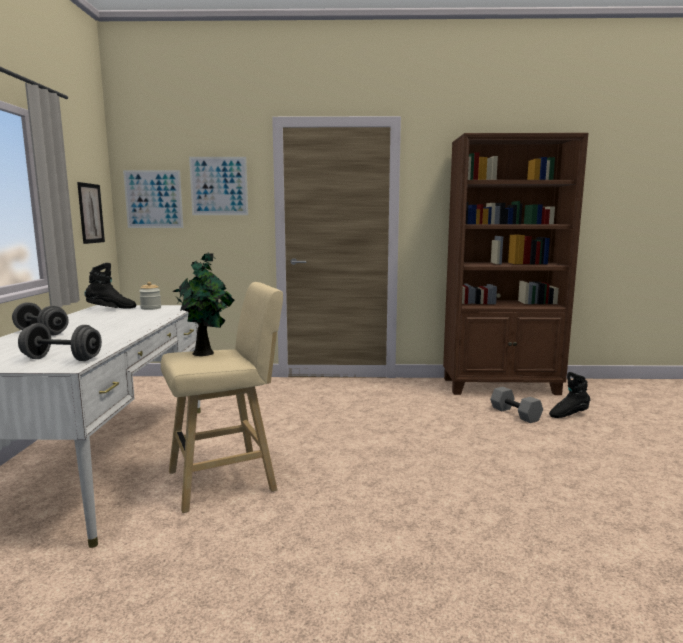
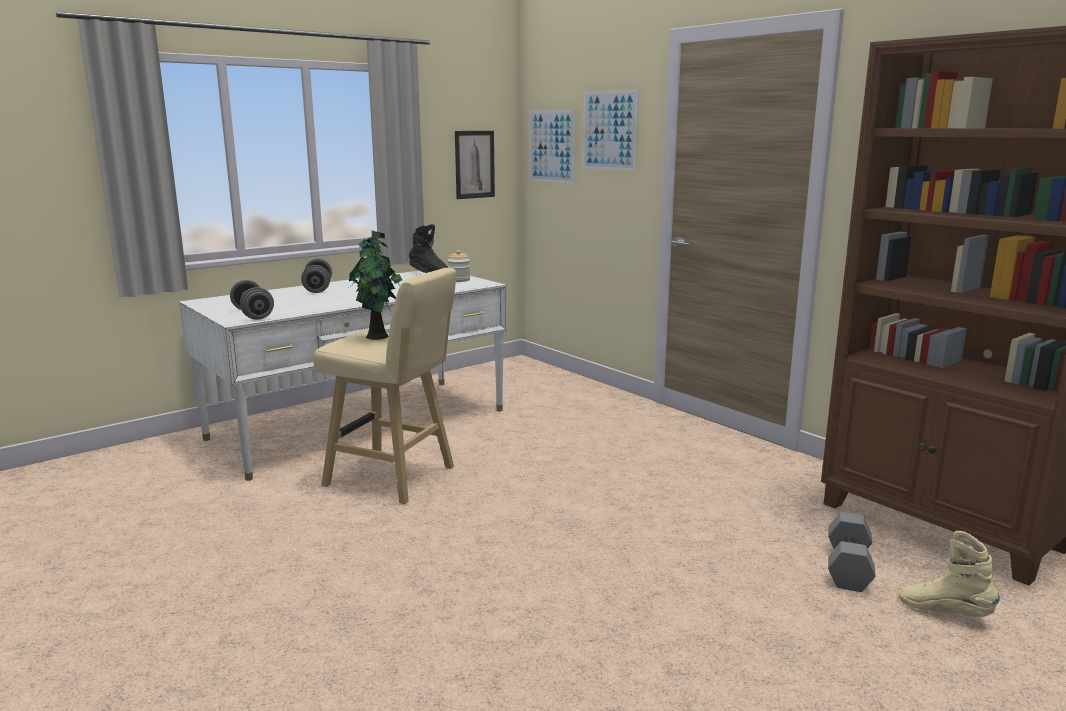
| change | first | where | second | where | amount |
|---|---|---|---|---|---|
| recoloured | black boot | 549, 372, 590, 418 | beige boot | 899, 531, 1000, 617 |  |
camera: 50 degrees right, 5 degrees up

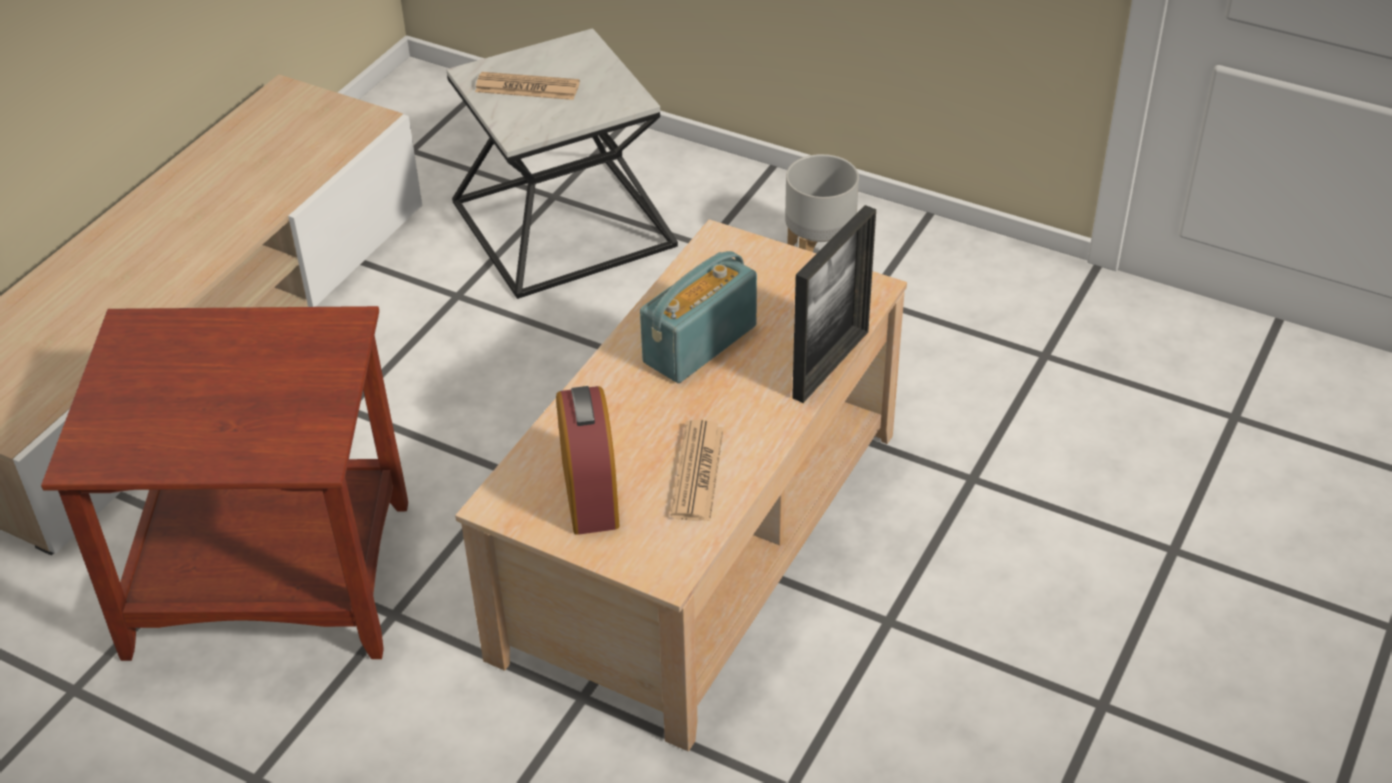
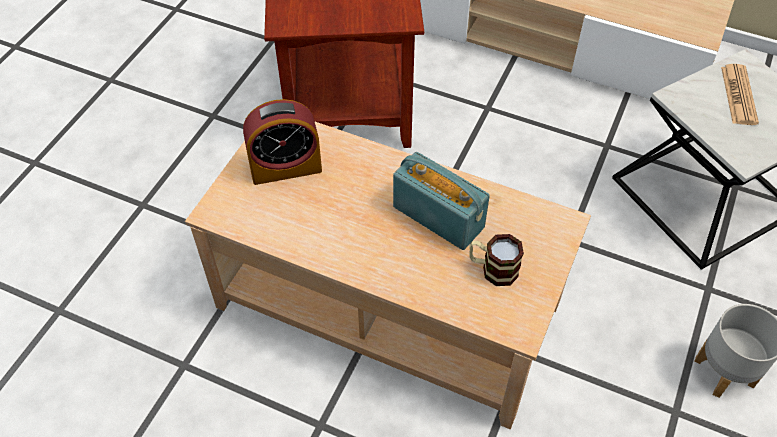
| change | first | where | second | where | amount |
|---|---|---|---|---|---|
| removed | newspaper | 670, 420, 724, 521 |  |  |  |
| removed | picture frame | 792, 205, 876, 403 |  |  |  |
| added |  |  | mug | 469, 234, 524, 286 |  |
camera: 85 degrees right, 10 degrees up

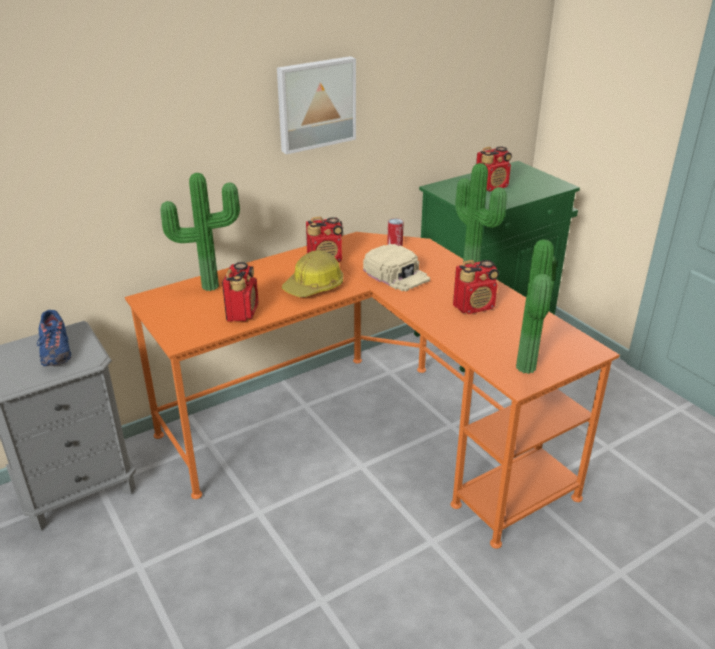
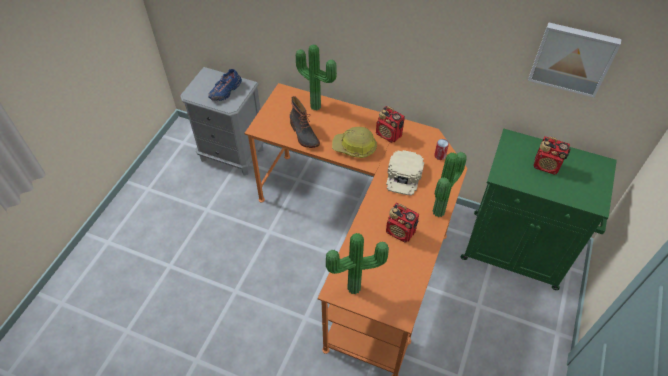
| change | first | where | second | where | amount |
|---|---|---|---|---|---|
| moved | picture | 277, 56, 356, 154 |  | 528, 22, 622, 98 |  |
| replaced | radio | 222, 262, 258, 322 | boot | 290, 96, 320, 148 |  |
camera: 55 degrees right, 20 degrees up

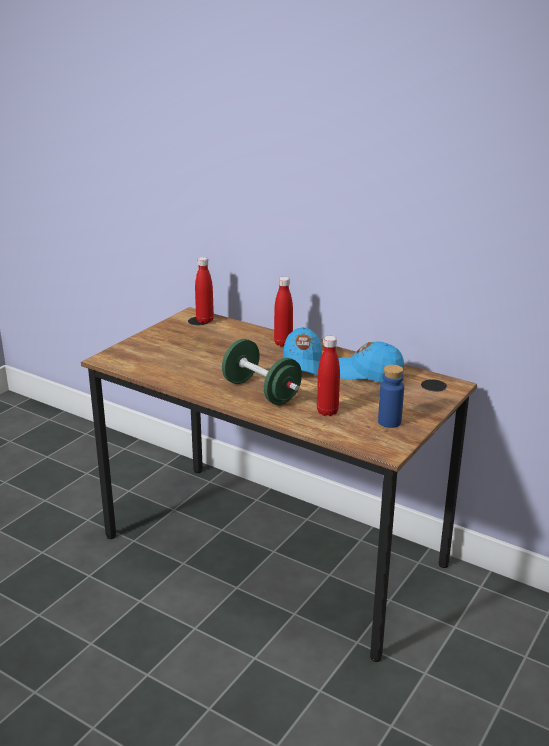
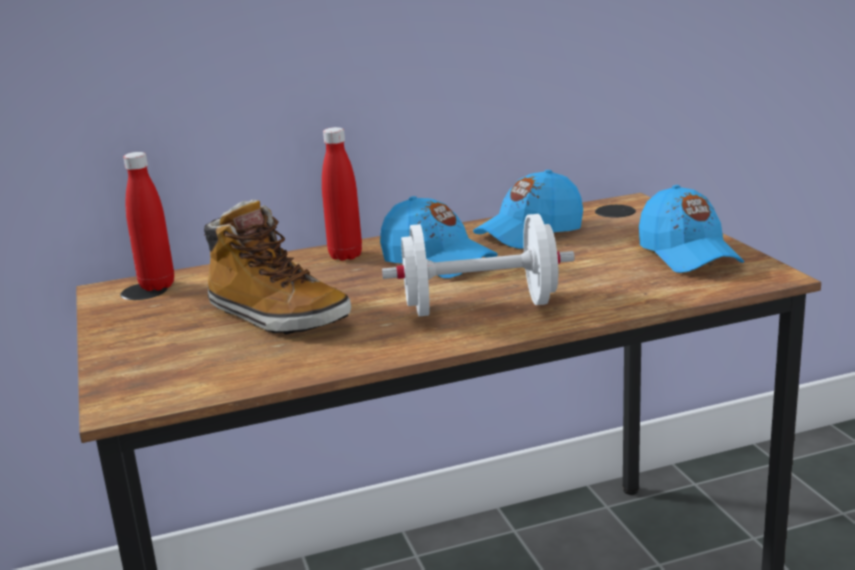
| change | first | where | second | where | amount |
|---|---|---|---|---|---|
| removed | red bottle | 317, 336, 340, 416 |  |  |  |
| added |  |  | boot | 204, 199, 351, 335 |  |
| replaced | blue bottle | 378, 365, 404, 428 | blue cap | 639, 185, 744, 273 |  |
| recoloured | green dumbbell | 222, 339, 302, 405 | white dumbbell | 382, 214, 575, 316 |  |
camera: 50 degrees left, 5 degrees down

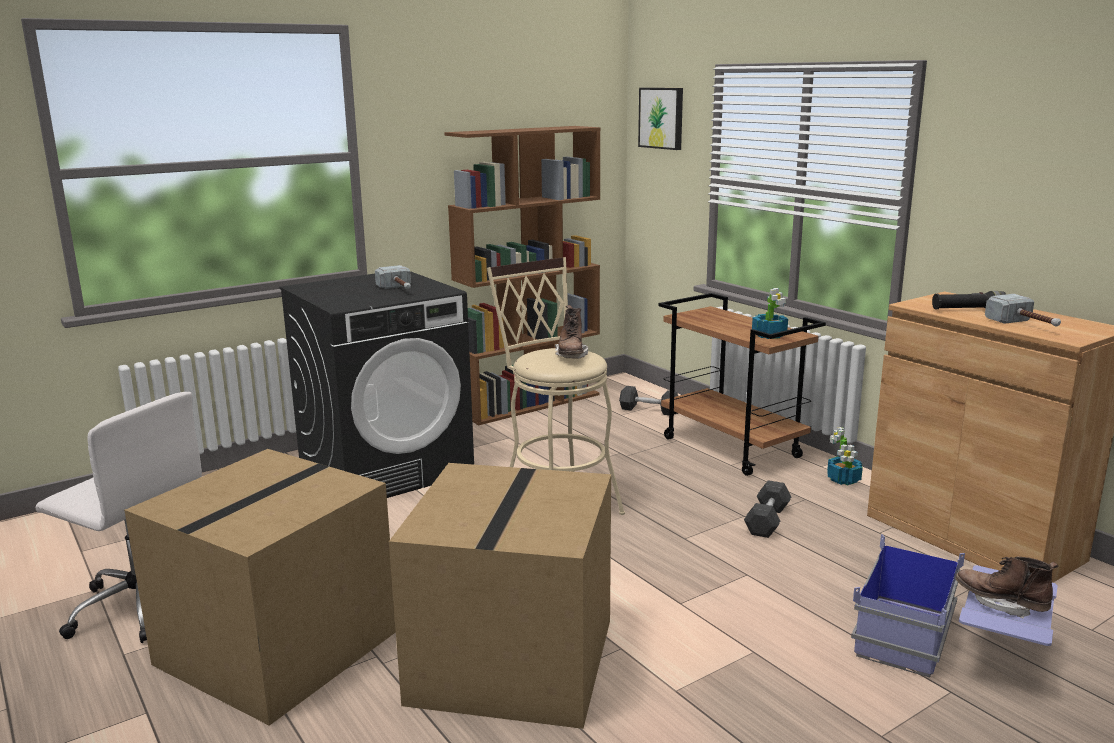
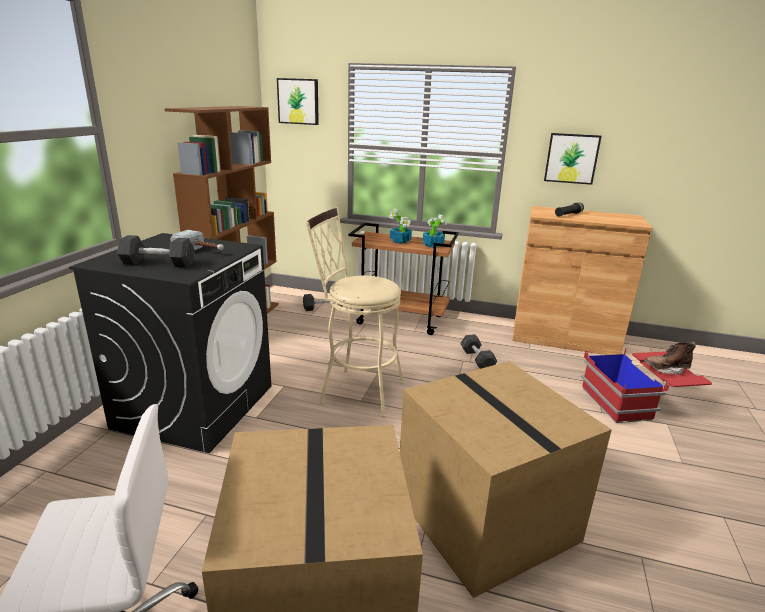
| change | first | where | second | where | amount |
|---|---|---|---|---|---|
| removed | brown boot | 555, 305, 588, 359 |  |  |  |
| removed | hammer | 985, 294, 1061, 327 |  |  |  |
| added |  |  | grey dumbbell | 117, 235, 195, 268 |  |
| added |  |  | picture | 544, 133, 602, 185 |  |
| moved | potted plant | 827, 427, 863, 485 |  | 389, 209, 412, 244 |  |
| recoloured | blue storage box | 851, 534, 1058, 678 | red storage box | 581, 348, 712, 423 |  |
camera: 40 degrees left, 5 degrees up

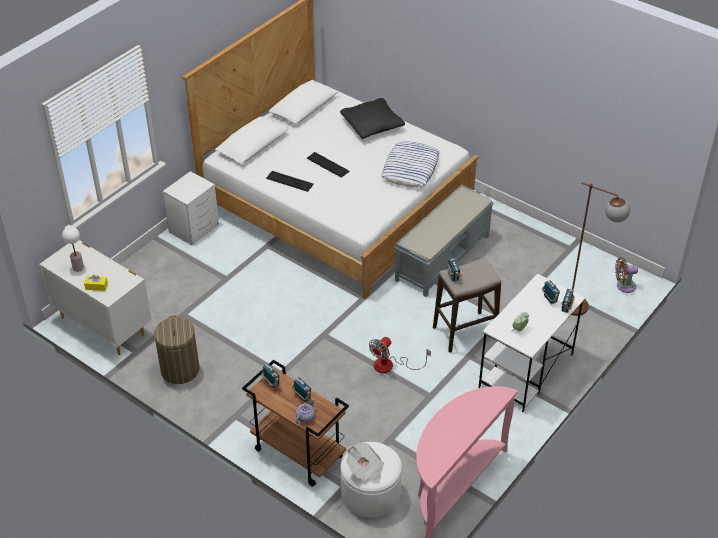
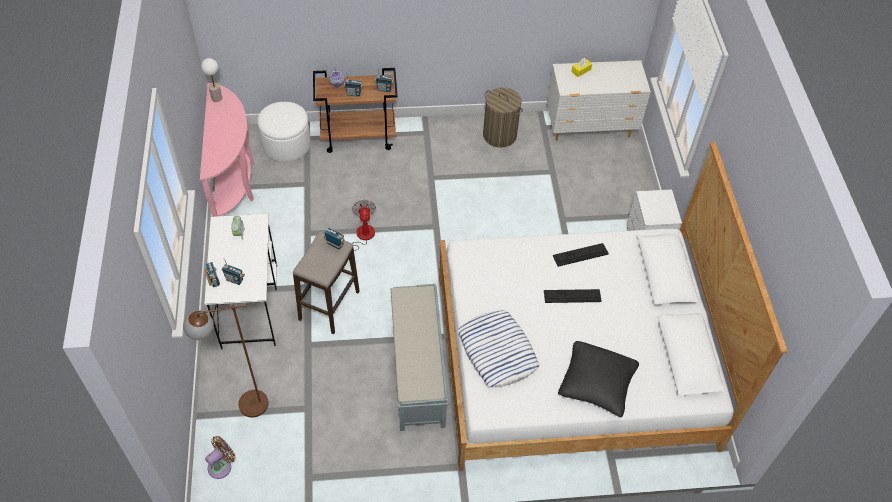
| change | first | where | second | where | amount |
|---|---|---|---|---|---|
| removed | newspaper | 346, 443, 384, 483 |  |  |  |
| moved | table lamp | 62, 226, 84, 272 |  | 201, 58, 222, 102 |  |
camera: 135 degrees right, 10 degrees up

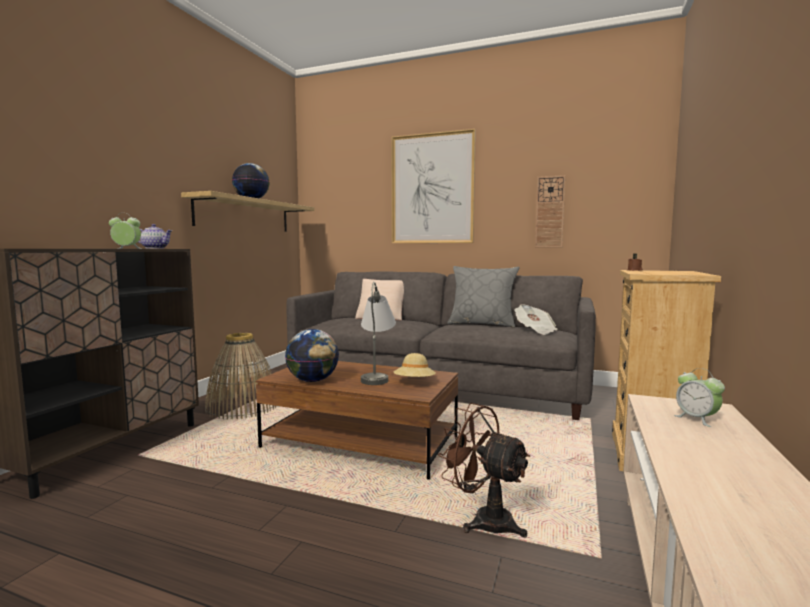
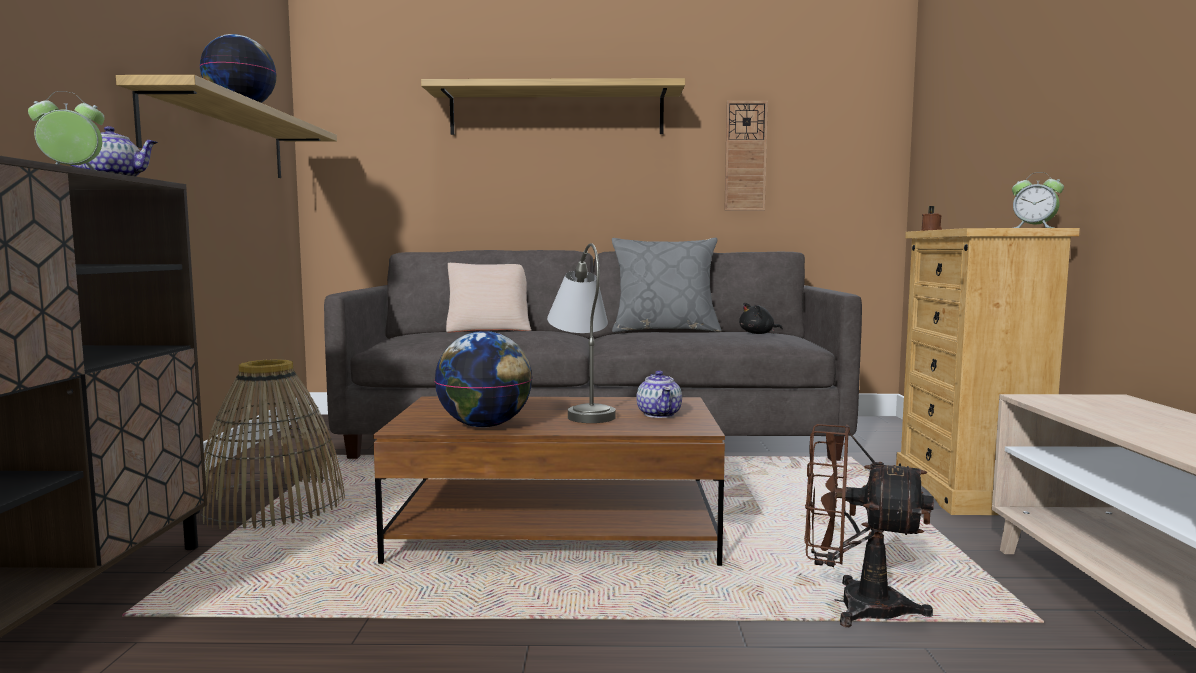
| change | first | where | second | where | amount |
|---|---|---|---|---|---|
| moved | alarm clock | 674, 368, 725, 427 |  | 1012, 172, 1064, 228 |  |
| replaced | picture | 392, 129, 476, 243 | shelf | 421, 78, 685, 135 |  |
| replaced | beige hat | 393, 353, 436, 377 | teapot | 637, 371, 682, 418 |  |
| replaced | newspaper | 514, 304, 558, 335 | black plush toy | 739, 303, 783, 334 |  |
camera: 20 degrees left, 0 degrees up

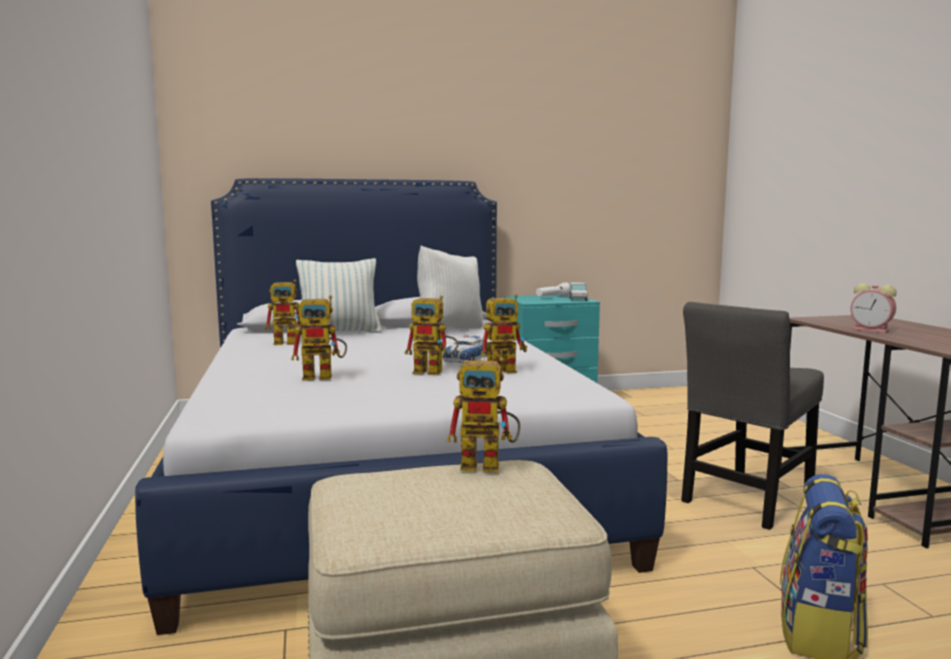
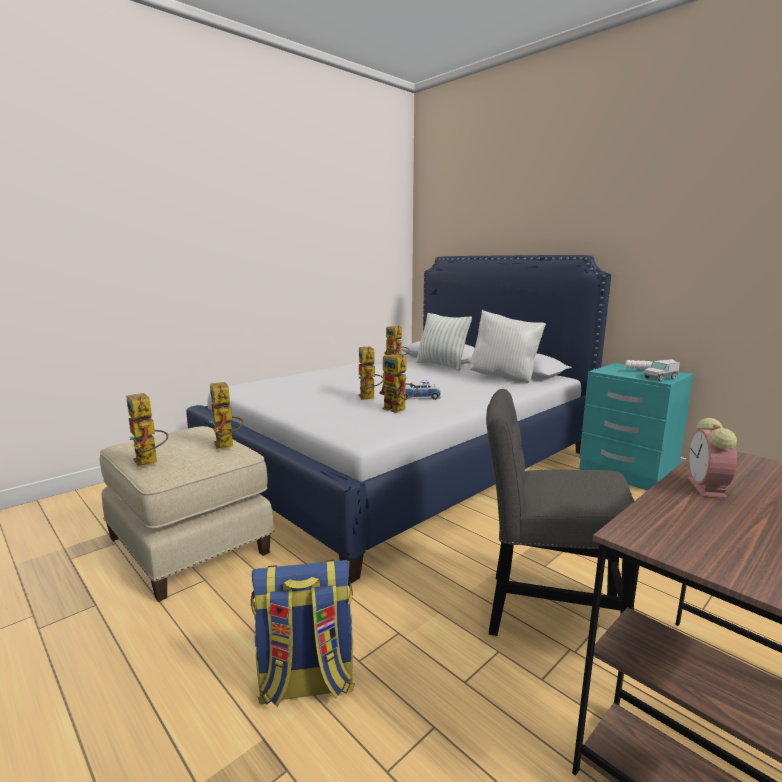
| change | first | where | second | where | amount |
|---|---|---|---|---|---|
| moved | toy robot | 291, 295, 347, 381 |  | 127, 393, 168, 467 |  |
camera: 60 degrees right, 5 degrees up

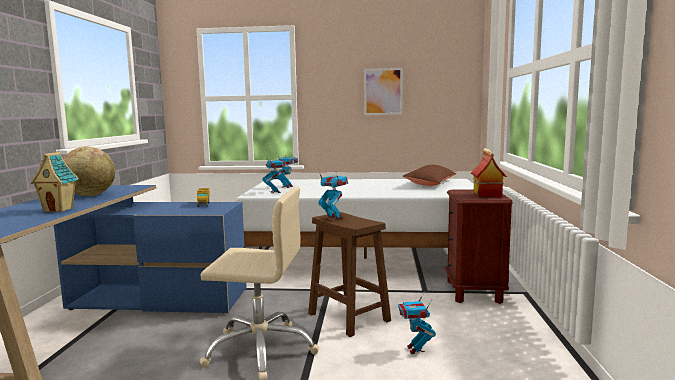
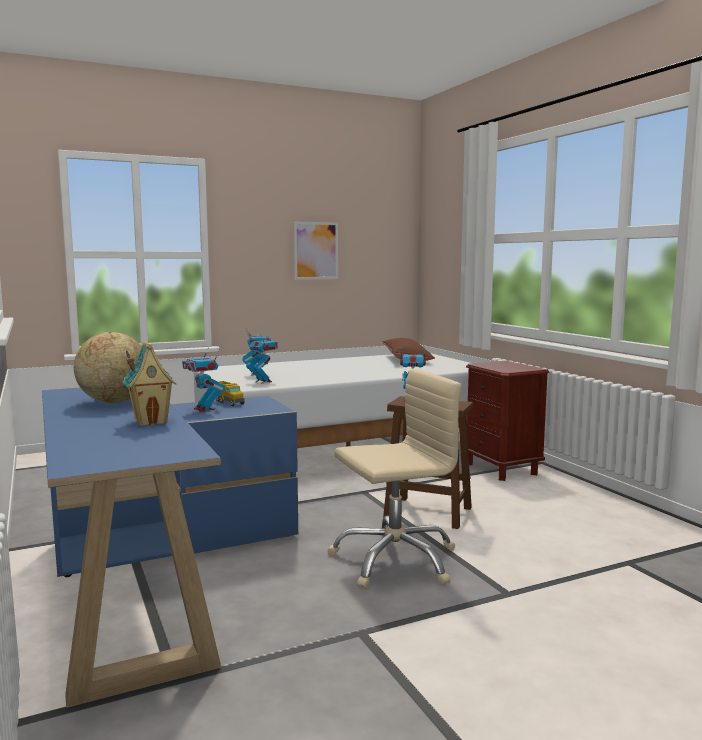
| change | first | where | second | where | amount |
|---|---|---|---|---|---|
| removed | toy house | 471, 148, 507, 197 |  |  |  |
| moved | toy robot | 398, 291, 436, 354 |  | 182, 347, 225, 412 |  |
camera: 30 degrees left, 0 degrees up

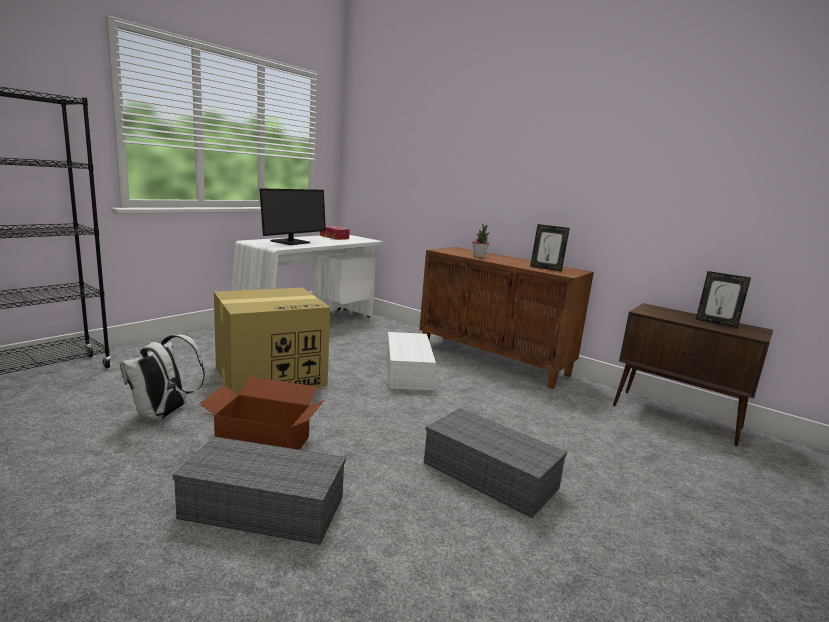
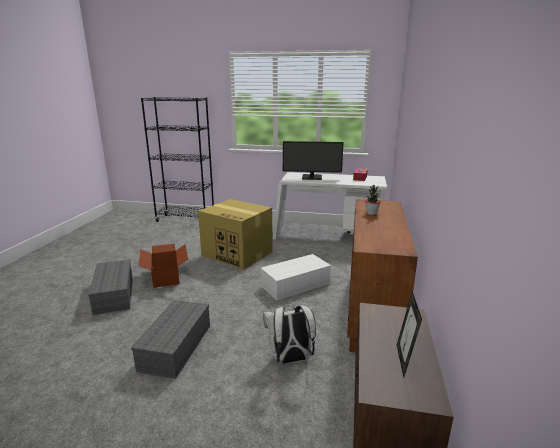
| change | first | where | second | where | amount |
|---|---|---|---|---|---|
| removed | picture frame | 530, 224, 570, 272 |  |  |  |
| moved | white backpack | 120, 335, 205, 420 |  | 263, 305, 316, 364 |  |
camera: 65 degrees right, 5 degrees up

